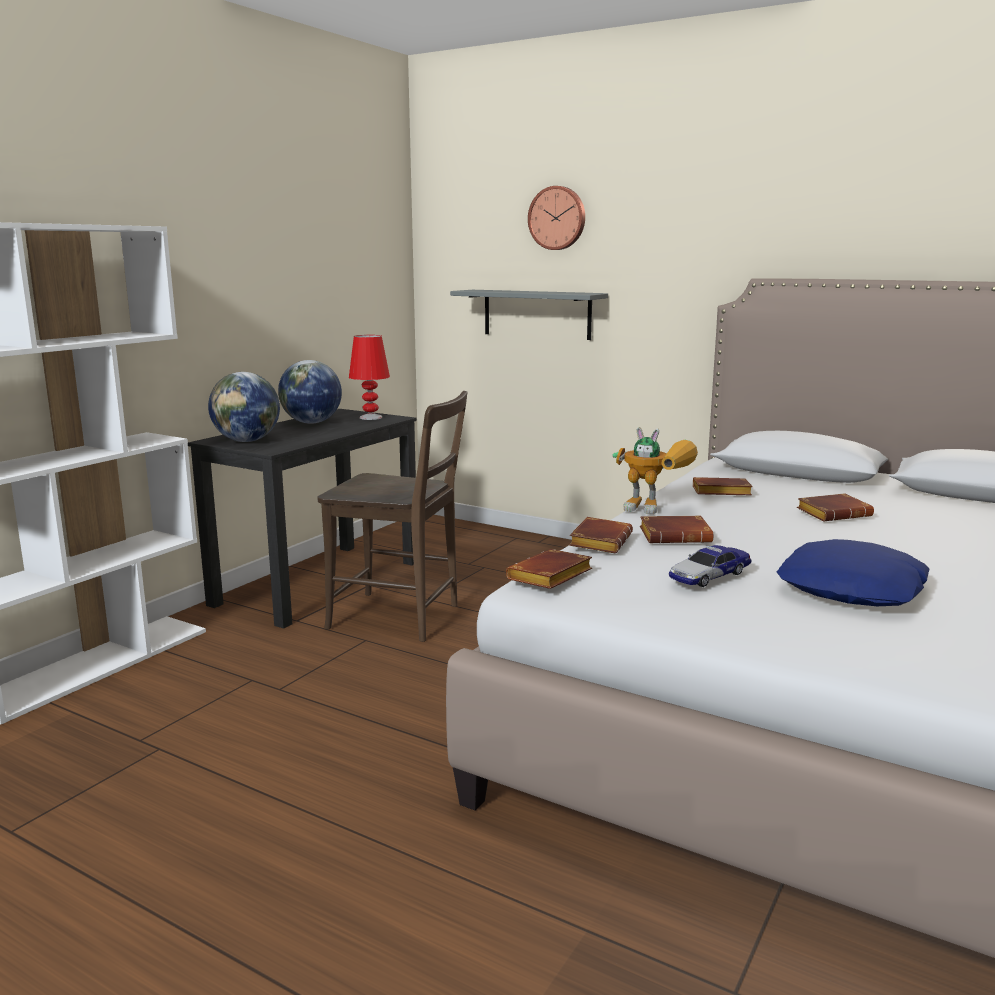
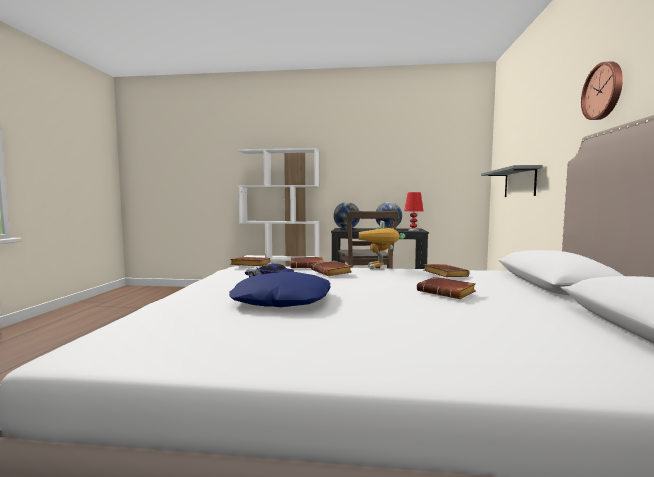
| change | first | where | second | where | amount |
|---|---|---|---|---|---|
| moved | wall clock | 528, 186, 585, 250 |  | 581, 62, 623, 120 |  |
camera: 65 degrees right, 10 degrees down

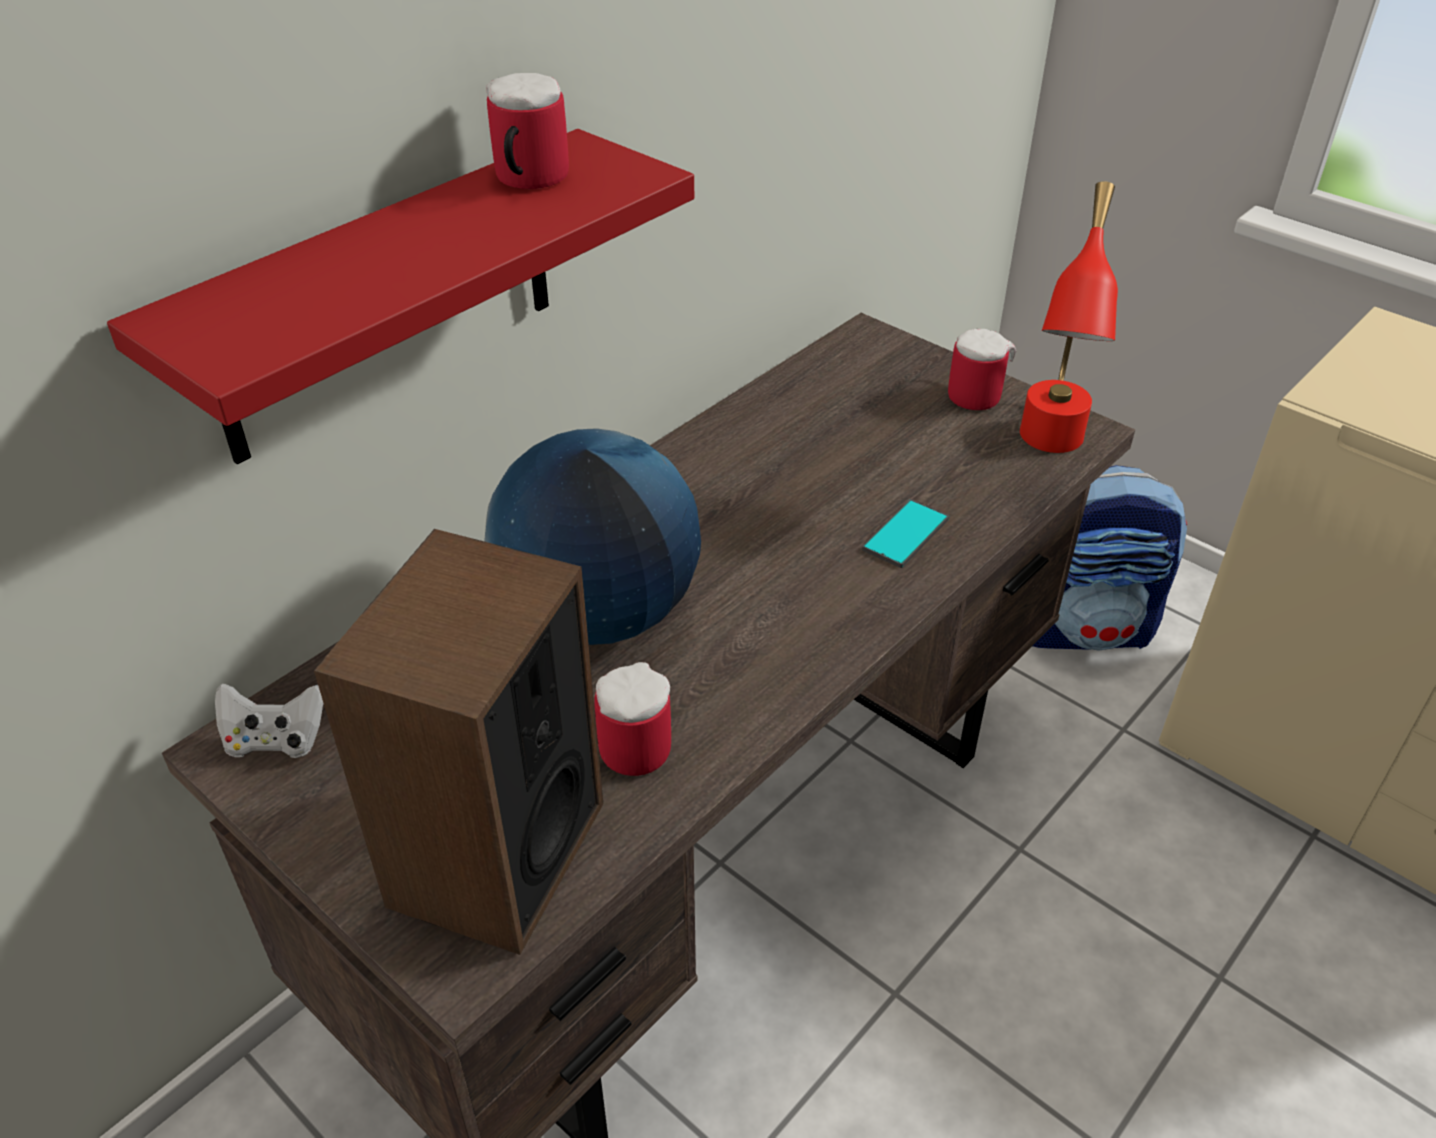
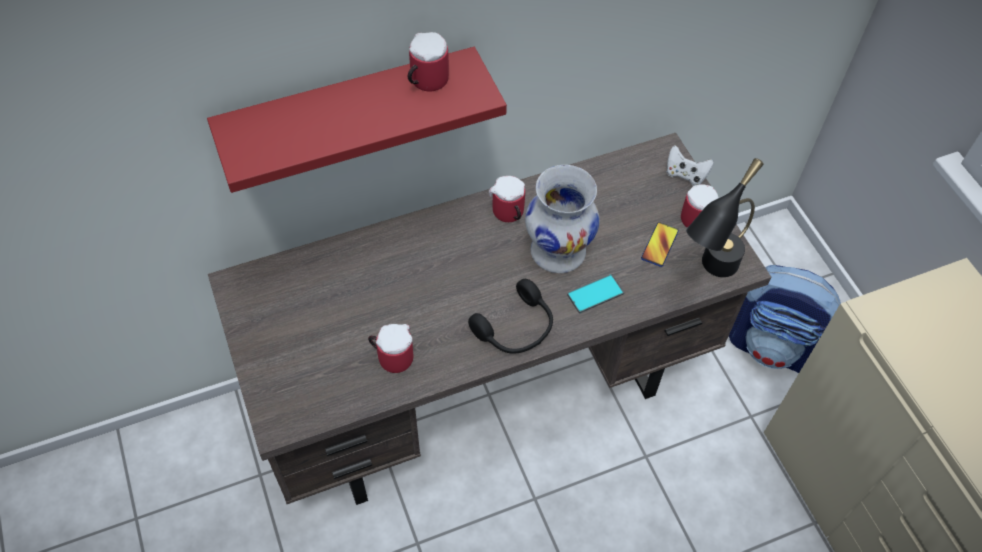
| change | first | where | second | where | amount |
|---|---|---|---|---|---|
| removed | speaker | 314, 529, 603, 955 |  |  |  |
| removed | globe | 484, 428, 701, 645 |  |  |  |
| added |  |  | black headphones | 468, 279, 553, 354 |  |
| added |  |  | mug | 489, 176, 525, 222 |  |
| added |  |  | white vase | 525, 165, 600, 273 |  |
| added |  |  | phone | 641, 222, 679, 267 |  |
| moved | white game controller | 215, 684, 323, 758 |  | 667, 145, 714, 186 |  |
| recoloured | red table lamp | 1020, 181, 1118, 453 | black table lamp | 686, 158, 764, 277 |  |
camera: 25 degrees right, 15 degrees up

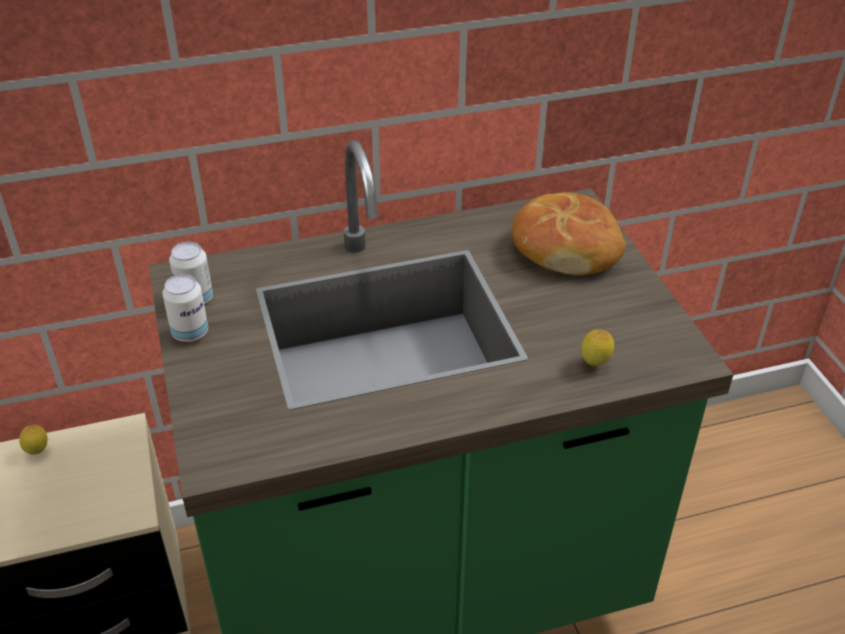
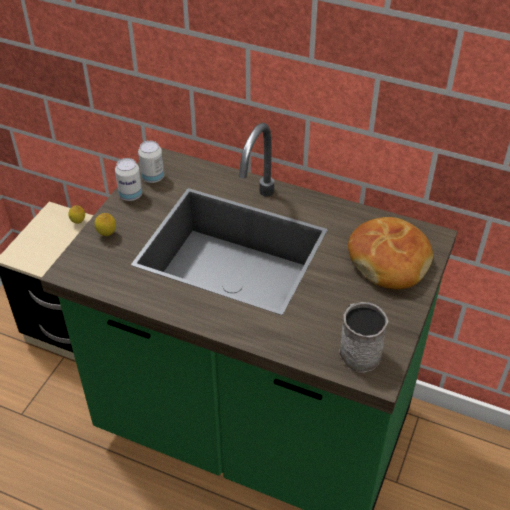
| change | first | where | second | where | amount |
|---|---|---|---|---|---|
| added |  |  | grey mug | 339, 302, 388, 373 |  |
| moved | lemon | 581, 329, 614, 366 |  | 95, 213, 116, 236 |  |
camera: 40 degrees right, 5 degrees up

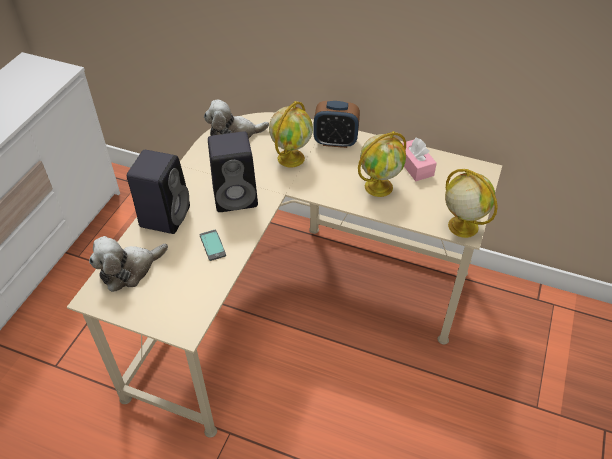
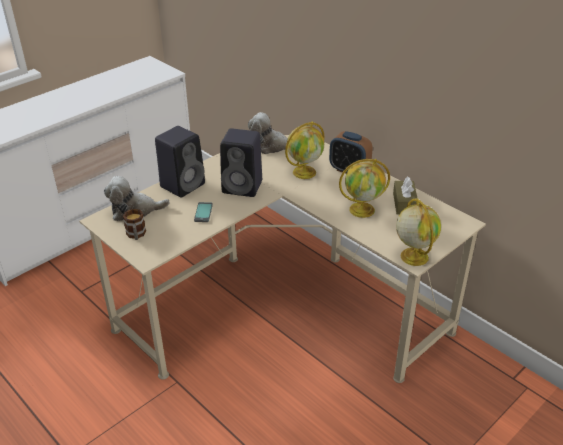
| change | first | where | second | where | amount |
|---|---|---|---|---|---|
| added |  |  | mug | 123, 209, 146, 240 |  |
| recoloured | pink tissue box | 402, 137, 437, 181 | brown tissue box | 393, 176, 418, 215 |  |
camera: 25 degrees right, 10 degrees down

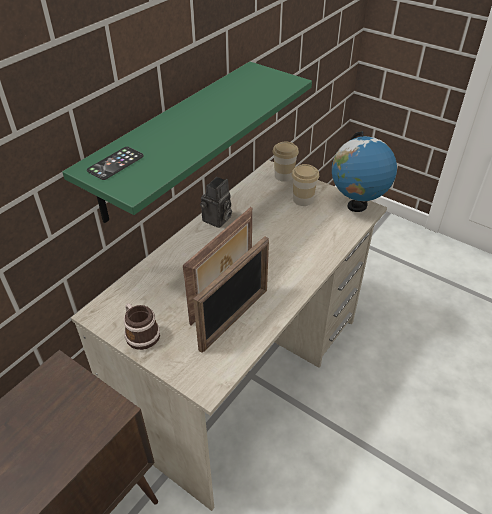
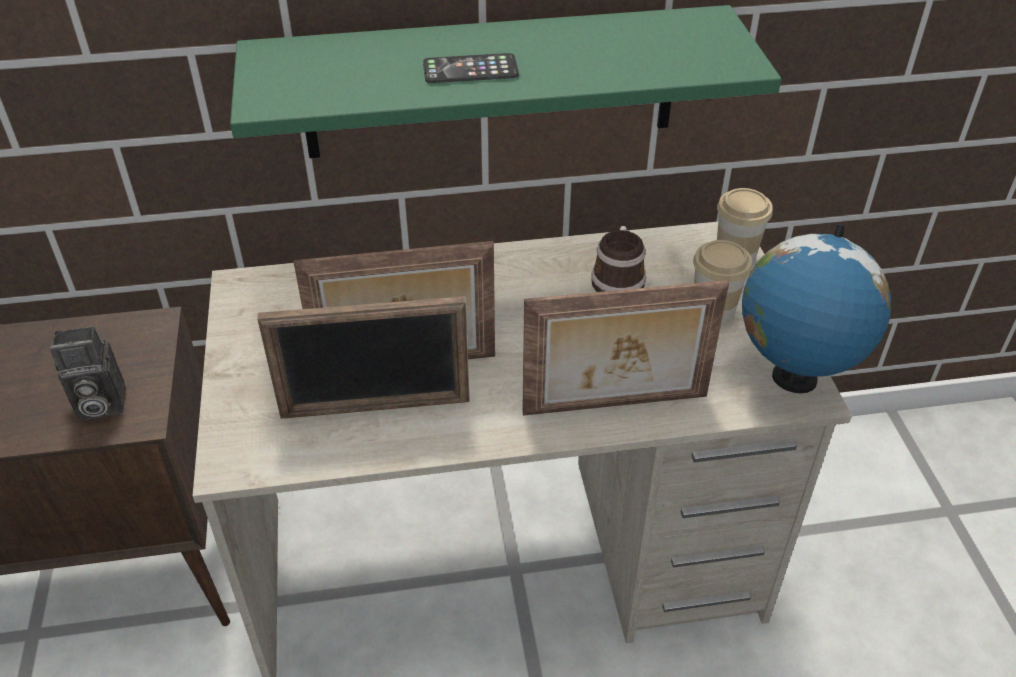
| change | first | where | second | where | amount |
|---|---|---|---|---|---|
| added |  |  | picture frame | 522, 280, 729, 416 |  |
| moved | phone | 87, 147, 144, 180 |  | 423, 53, 519, 83 |  |
| moved | mug | 124, 303, 160, 350 |  | 591, 226, 646, 292 |  |
| moved | photo camera | 200, 177, 232, 228 |  | 49, 326, 125, 420 |  |
camera: 45 degrees right, 0 degrees up

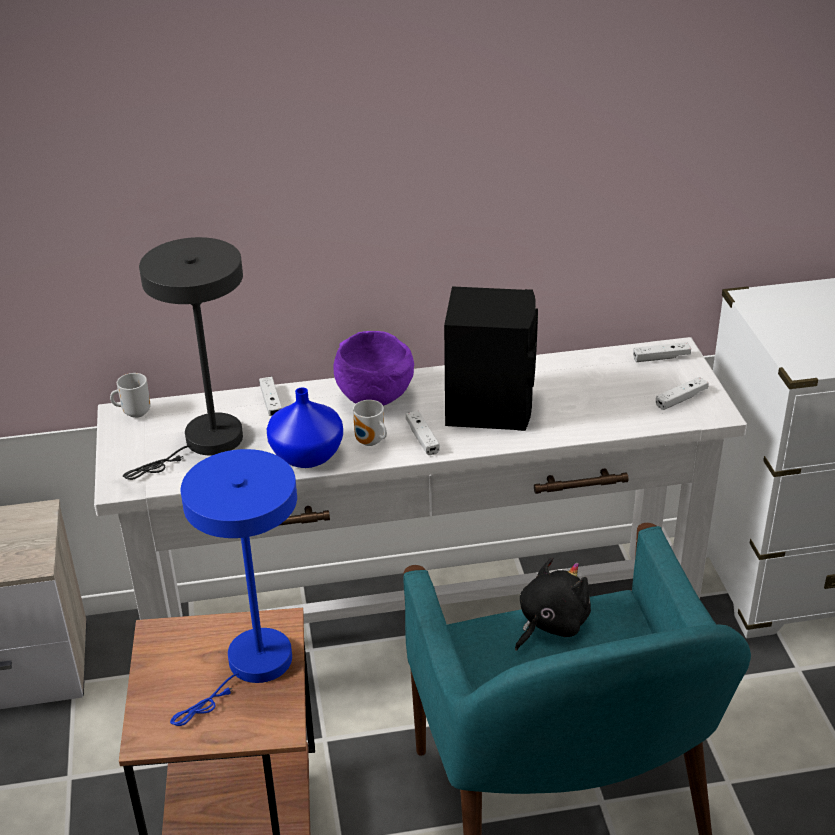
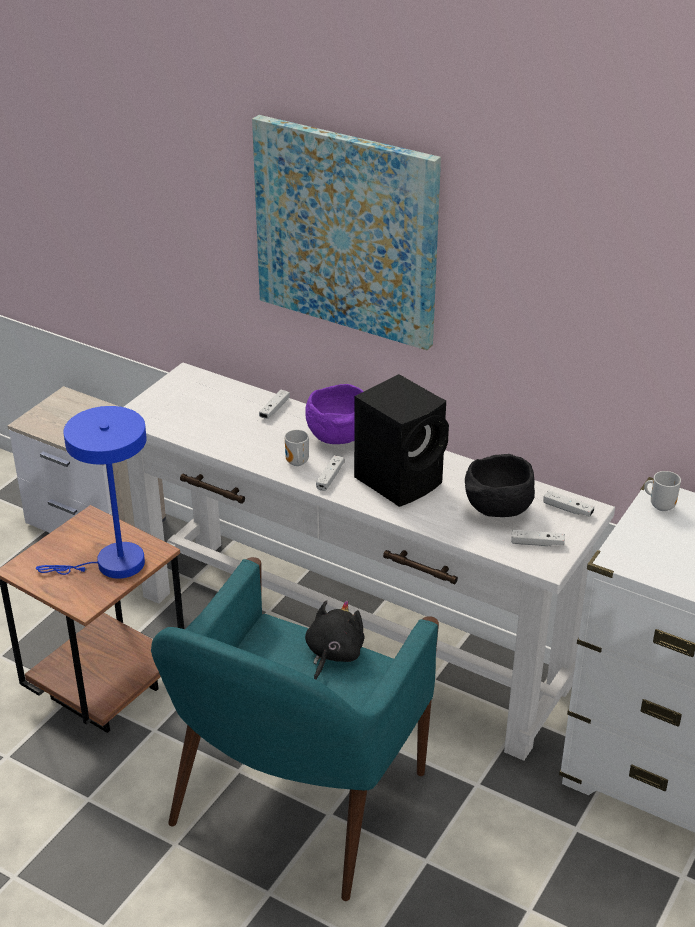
| change | first | where | second | where | amount |
|---|---|---|---|---|---|
| removed | grey table lamp | 123, 237, 243, 480 |  |  |  |
| removed | blue vase | 267, 387, 343, 468 |  |  |  |
| added |  |  | picture | 252, 115, 441, 350 |  |
| added |  |  | black bowl | 465, 454, 535, 517 |  |
| moved | mug | 110, 373, 150, 418 |  | 644, 471, 681, 511 |  |
| turned | black plush toy | 515, 557, 591, 651 |  | 305, 600, 365, 680 | 60 degrees counterclockwise |
camera: 40 degrees right, 0 degrees up

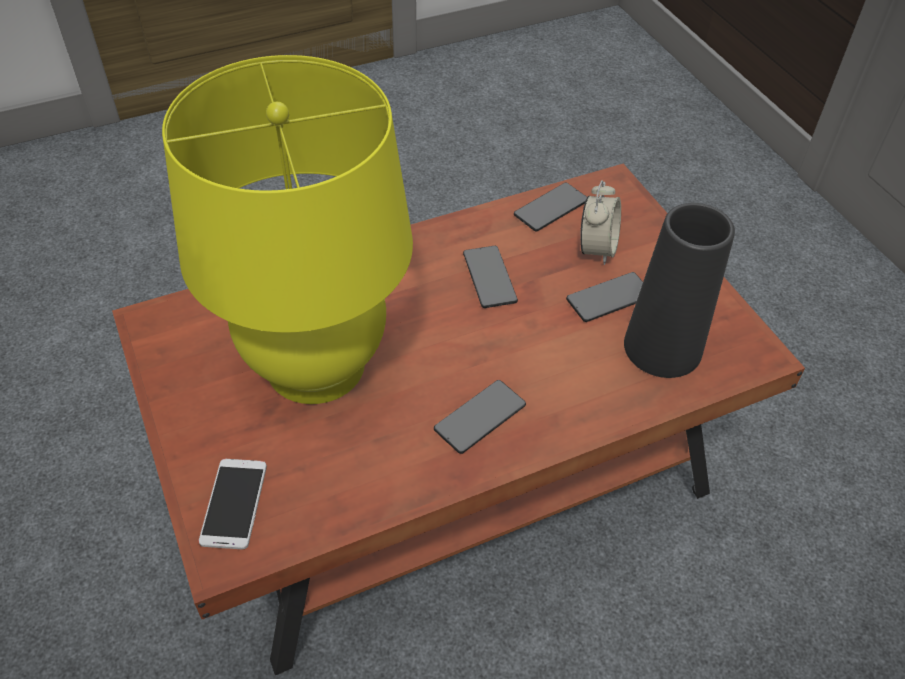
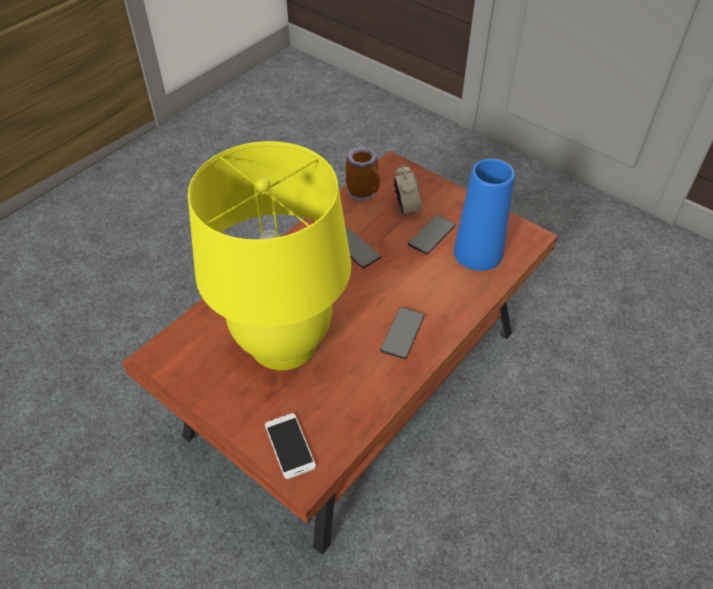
| change | first | where | second | where | amount |
|---|---|---|---|---|---|
| replaced | phone | 514, 183, 587, 232 | mug | 345, 146, 380, 201 |  |
| recoloured | black vase | 624, 203, 735, 378 | blue vase | 454, 159, 515, 271 |  |
camera: 25 degrees left, 0 degrees up

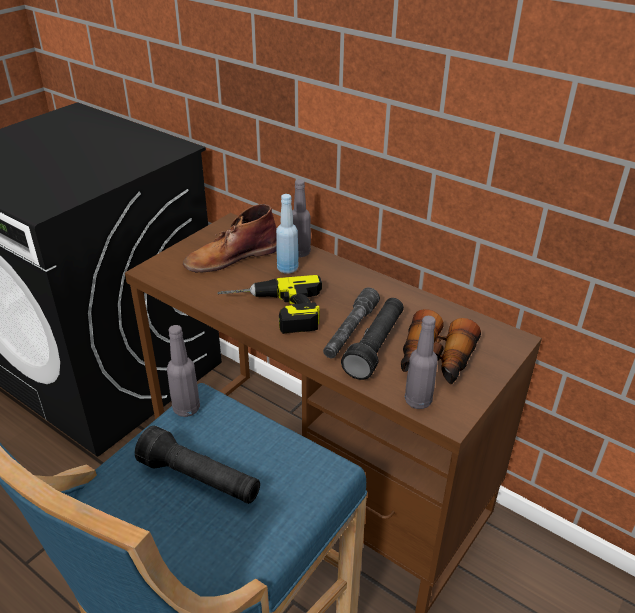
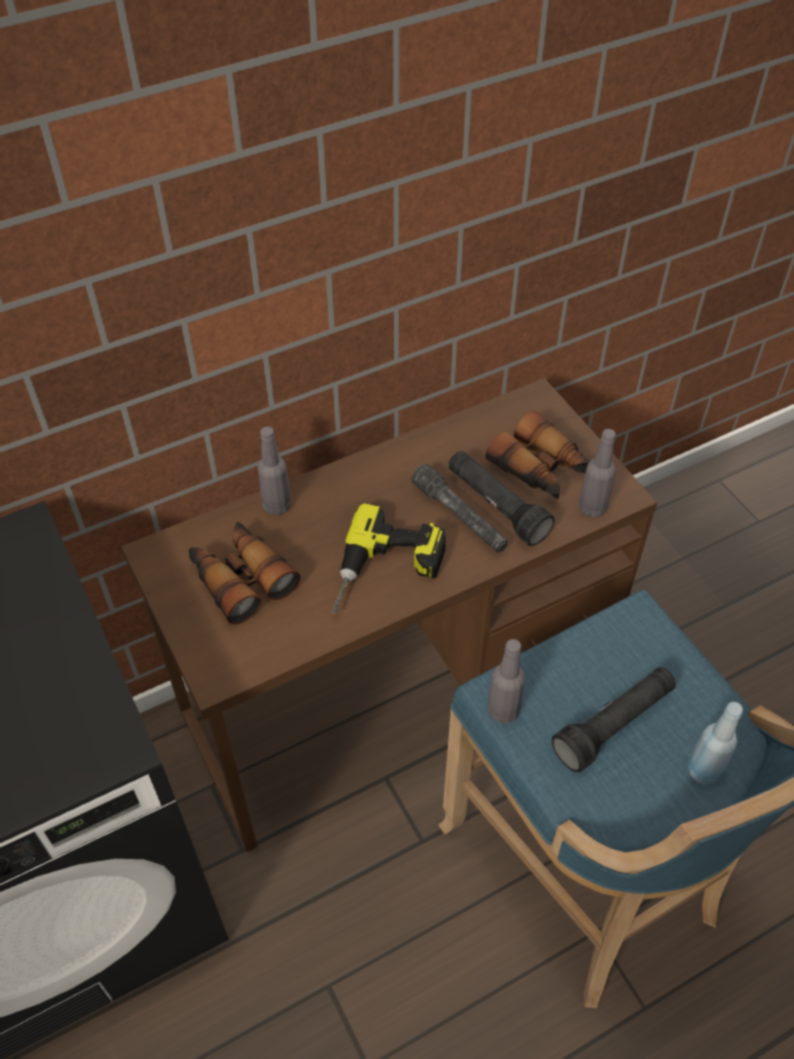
| change | first | where | second | where | amount |
|---|---|---|---|---|---|
| moved | blue bottle | 276, 194, 299, 274 |  | 688, 702, 743, 784 |  |
| replaced | brown boot | 183, 204, 277, 273 | binoculars | 189, 522, 300, 625 |  |
camera: 65 degrees left, 15 degrees up

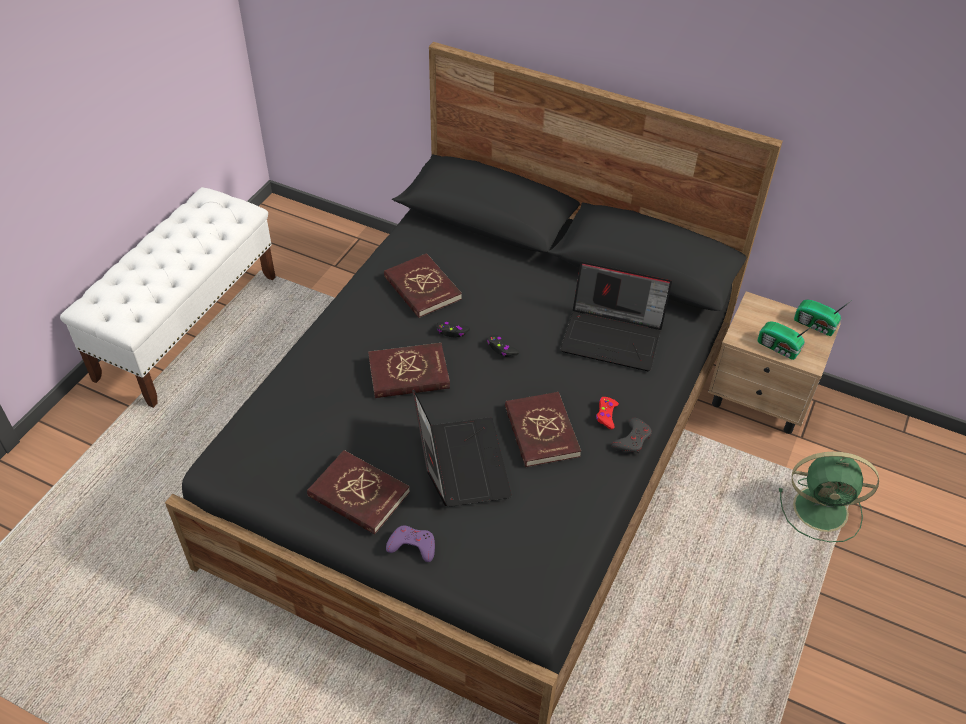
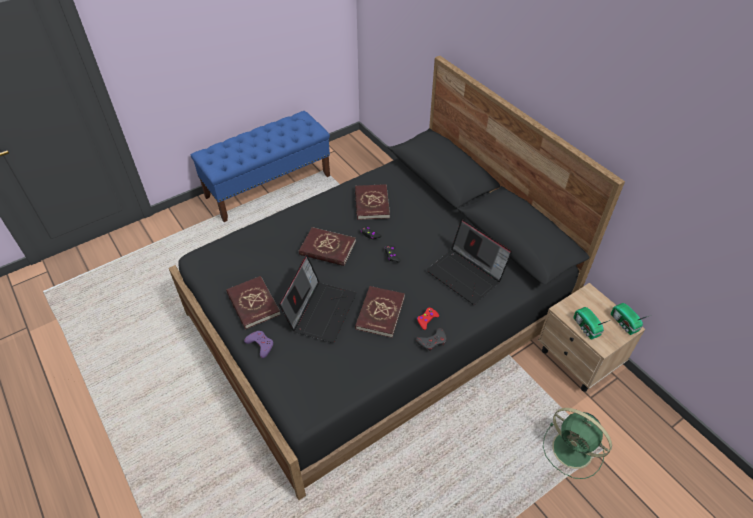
| change | first | where | second | where | amount |
|---|---|---|---|---|---|
| recoloured | white bench | 60, 187, 275, 408 | blue bench | 191, 111, 330, 222 |  |
camera: 30 degrees right, 0 degrees up

